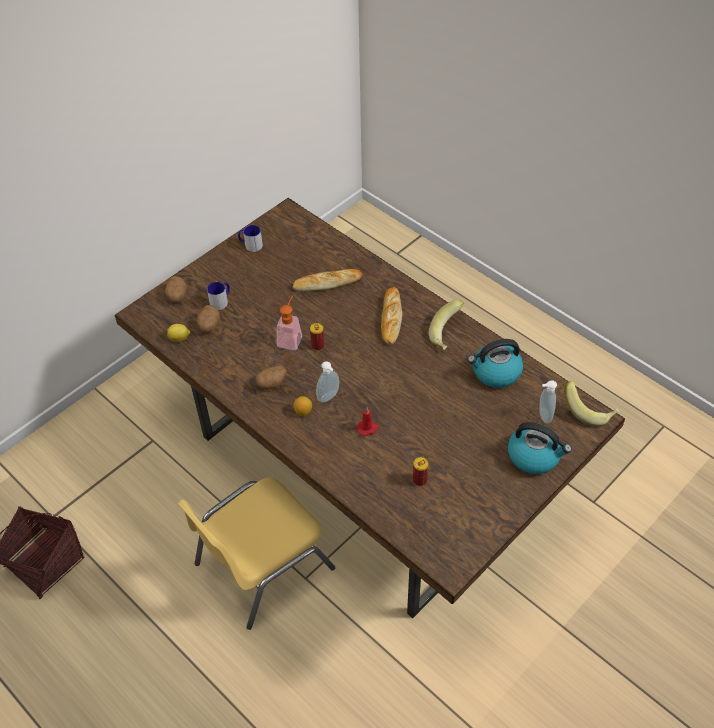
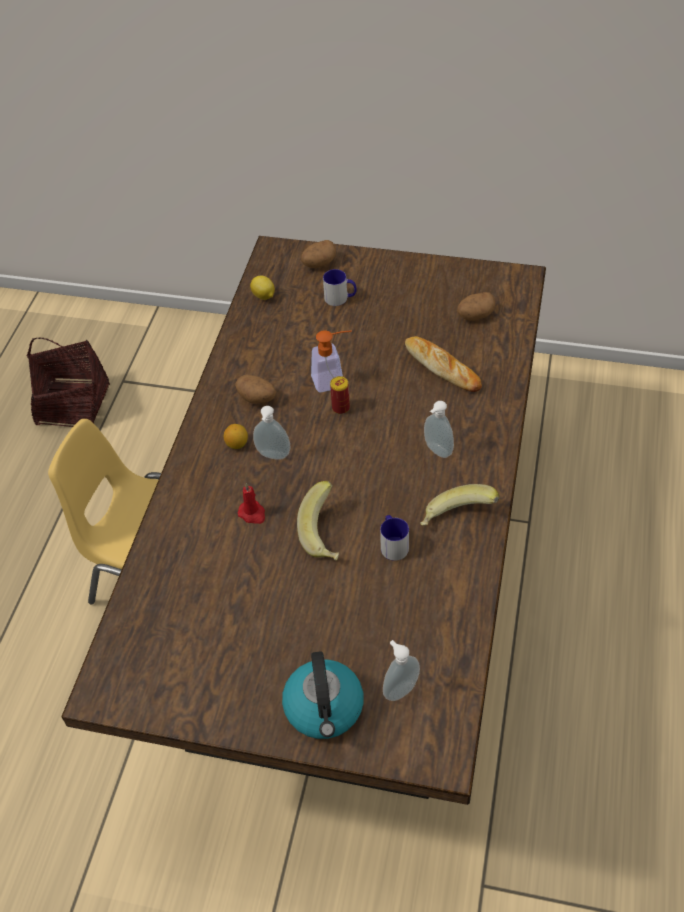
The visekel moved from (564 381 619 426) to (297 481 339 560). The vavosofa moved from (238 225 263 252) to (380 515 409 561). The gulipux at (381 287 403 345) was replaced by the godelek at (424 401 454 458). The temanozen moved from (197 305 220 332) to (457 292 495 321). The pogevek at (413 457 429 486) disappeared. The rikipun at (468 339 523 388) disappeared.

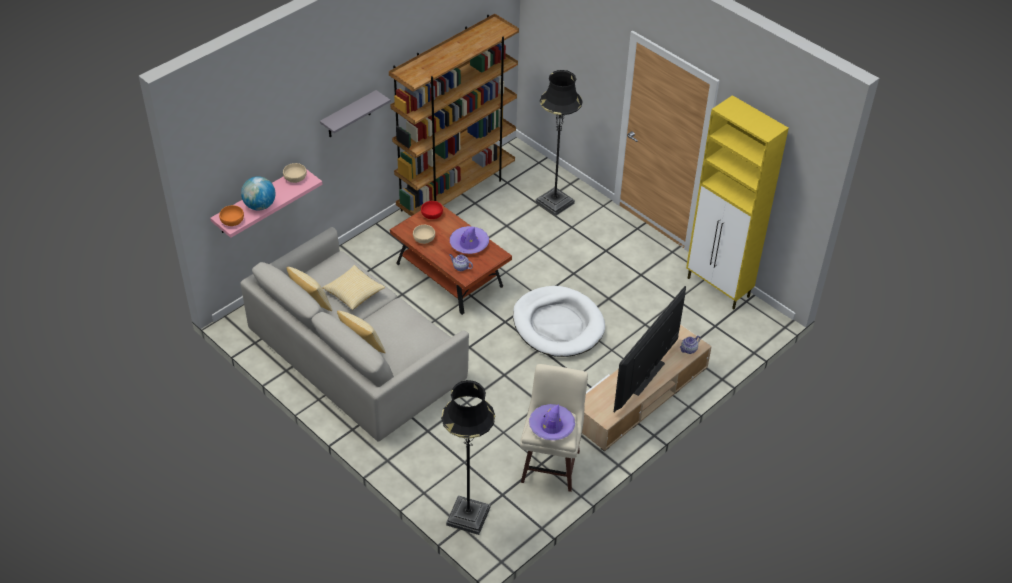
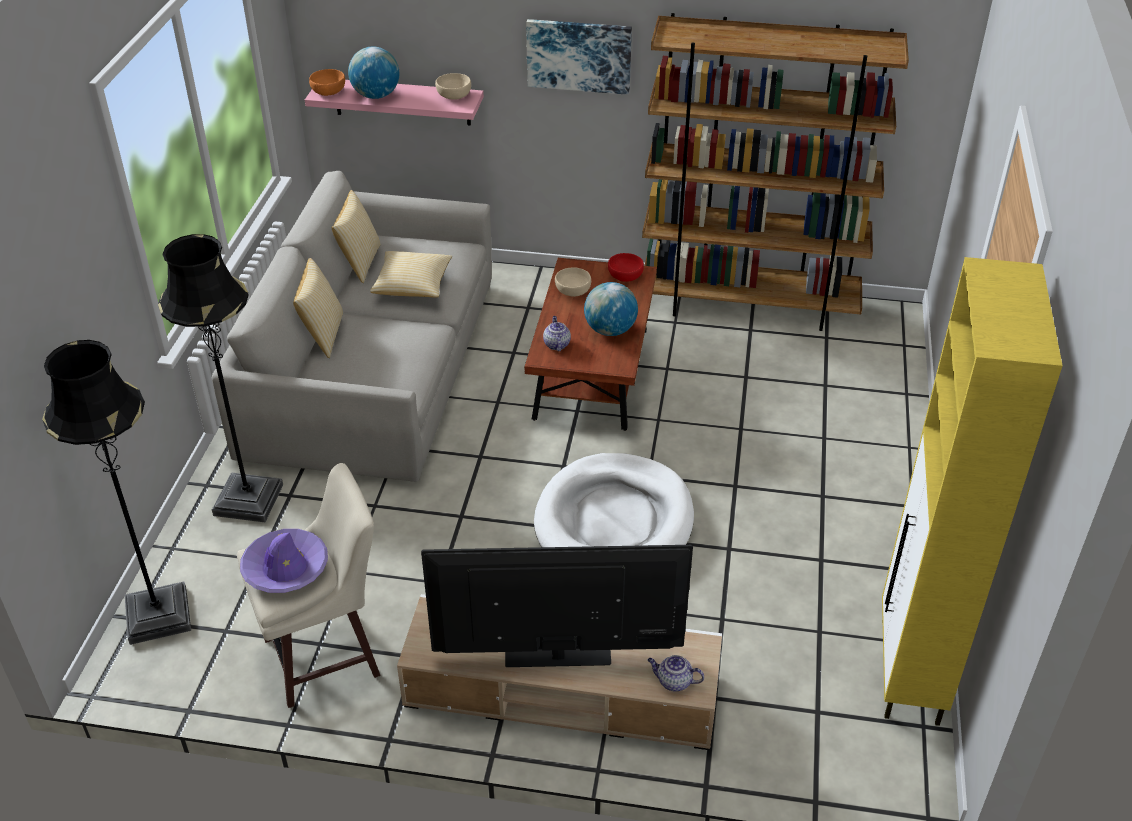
The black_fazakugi moved from (535 70 583 216) to (158 234 283 522). The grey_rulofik at (320 90 391 137) was replaced by the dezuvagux at (526 19 632 95). The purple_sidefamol at (450 226 489 254) was replaced by the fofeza at (584 282 638 336).

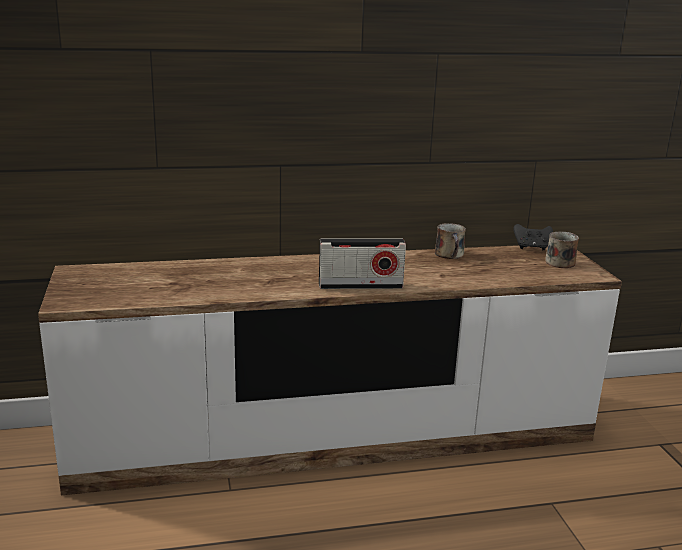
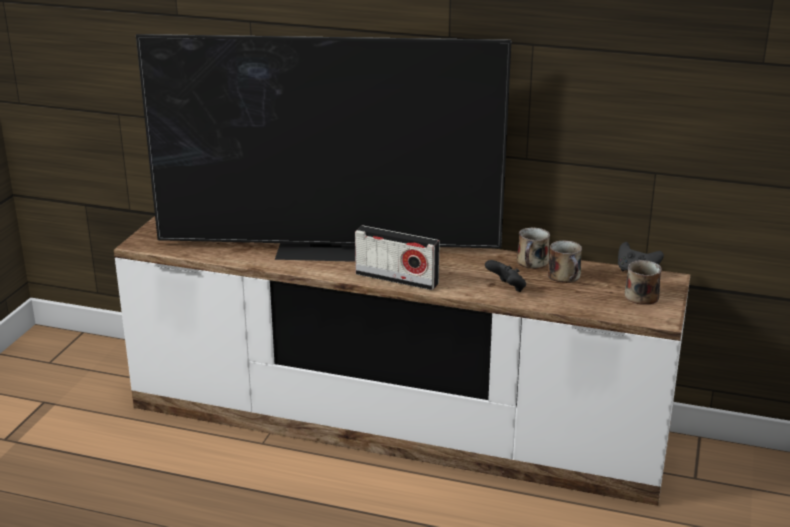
The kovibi at (136 34 511 262) appeared. The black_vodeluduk at (485 260 526 292) appeared. The vavosofa at (548 240 582 283) appeared.

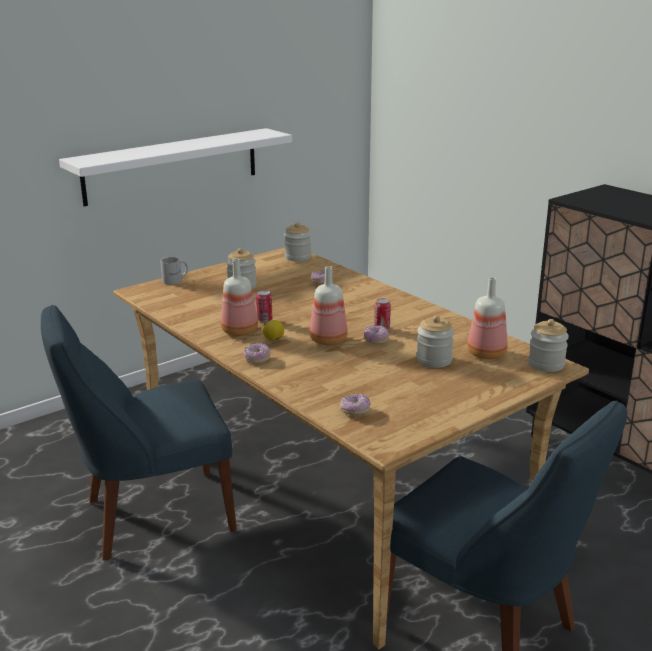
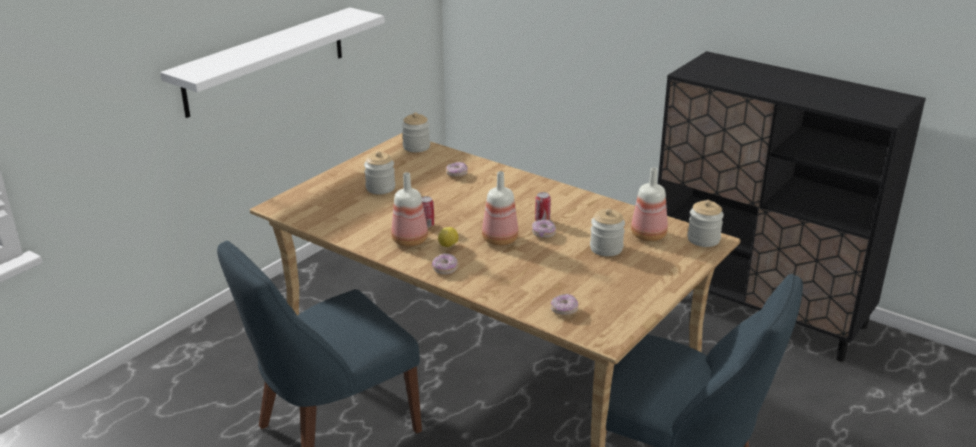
The white_vavosofa at (161 257 188 285) disappeared.

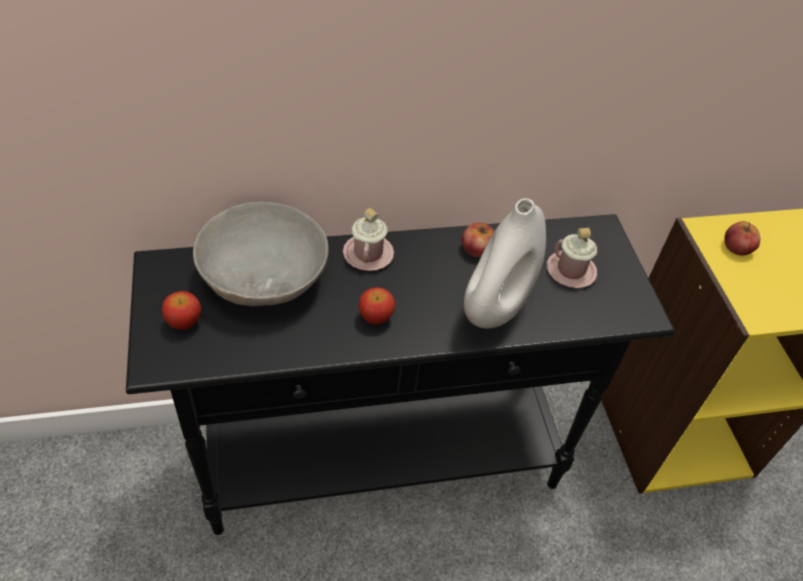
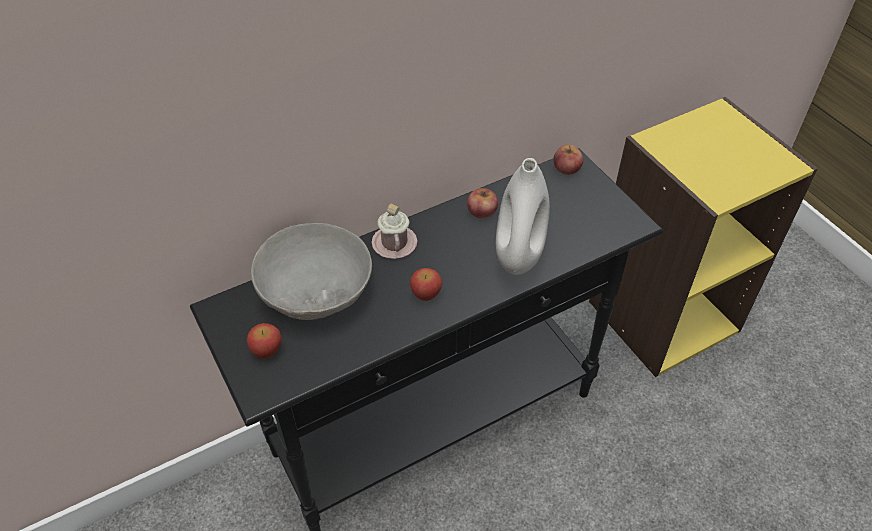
The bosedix moved from (724 221 760 256) to (553 145 583 175). The pink_vavosofa at (547 228 597 288) disappeared.

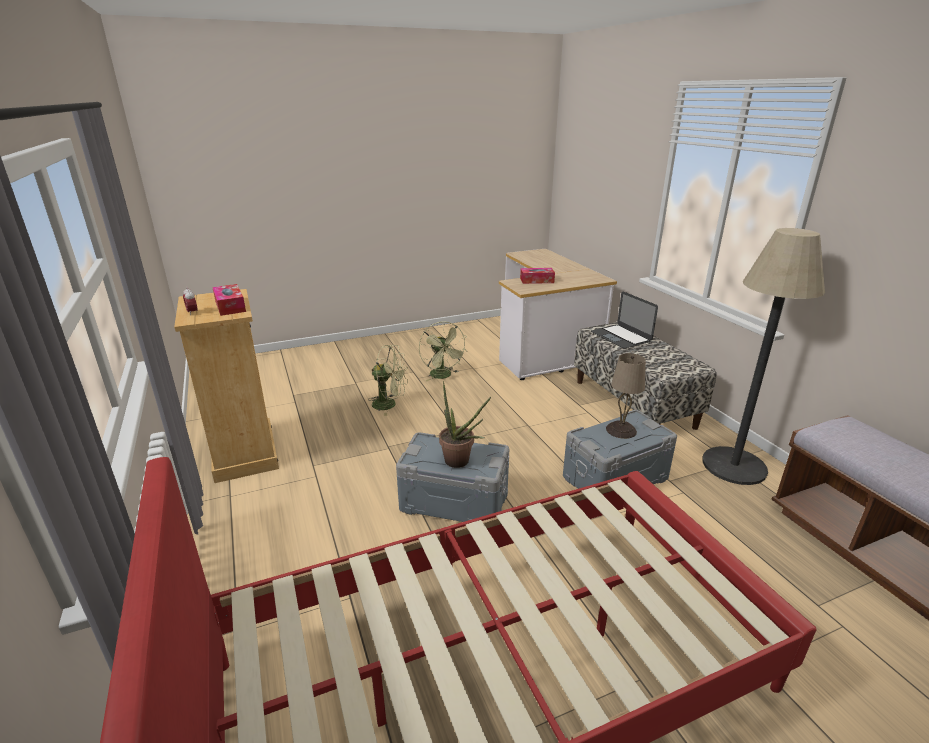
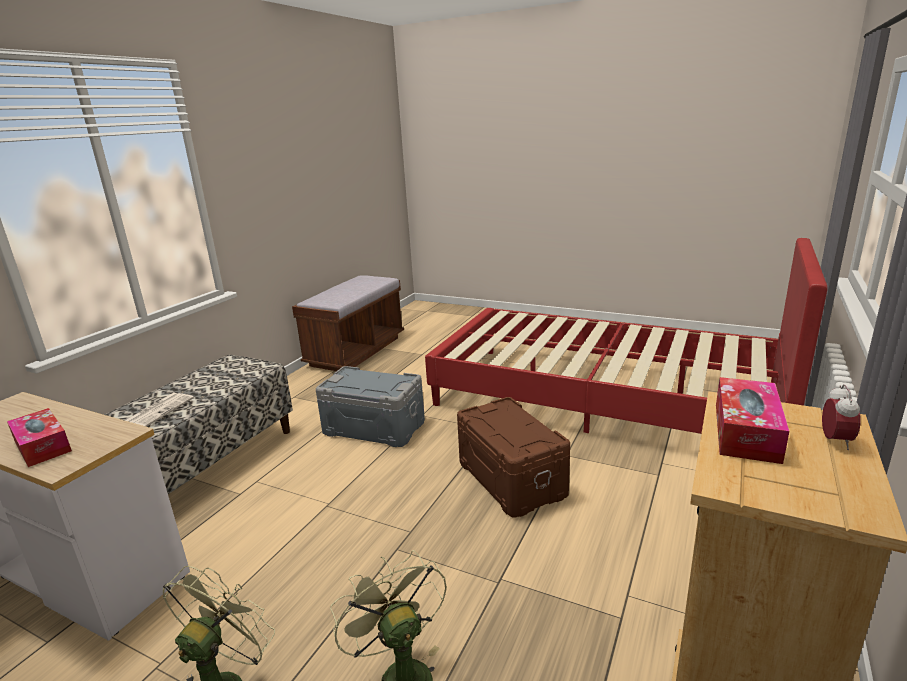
The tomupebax at (591 291 658 349) was replaced by the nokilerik at (125 393 194 427). The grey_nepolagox at (396 432 509 522) became the brown_nepolagox at (457 397 570 518). The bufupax at (439 381 491 468) disappeared. The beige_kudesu at (606 353 646 439) disappeared. The fazakugi at (702 228 825 485) disappeared.

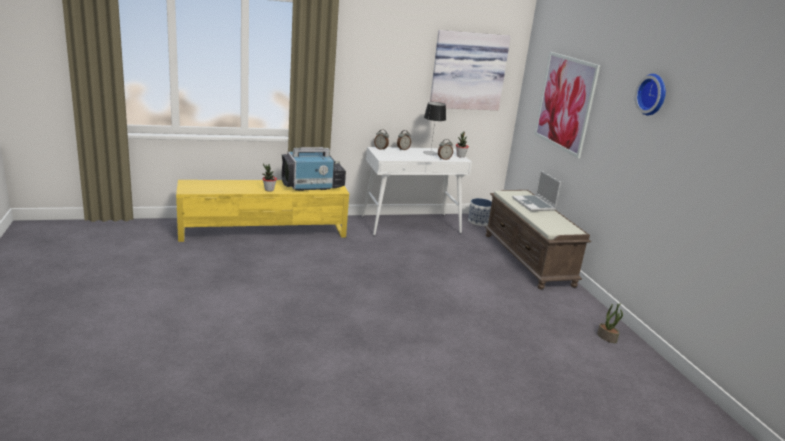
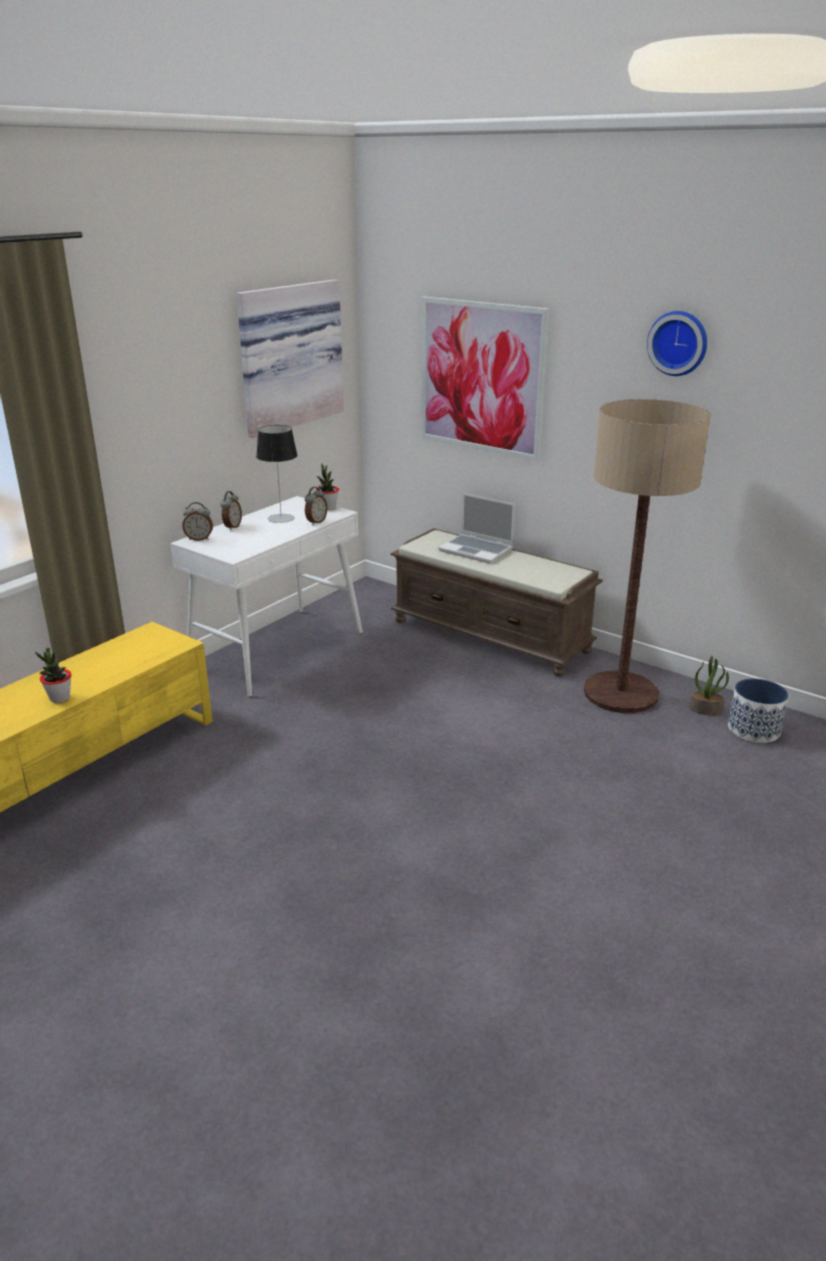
The fazakugi at (584 399 711 713) appeared. The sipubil moved from (468 198 492 226) to (728 678 789 743). The kovibi at (281 147 346 191) disappeared.

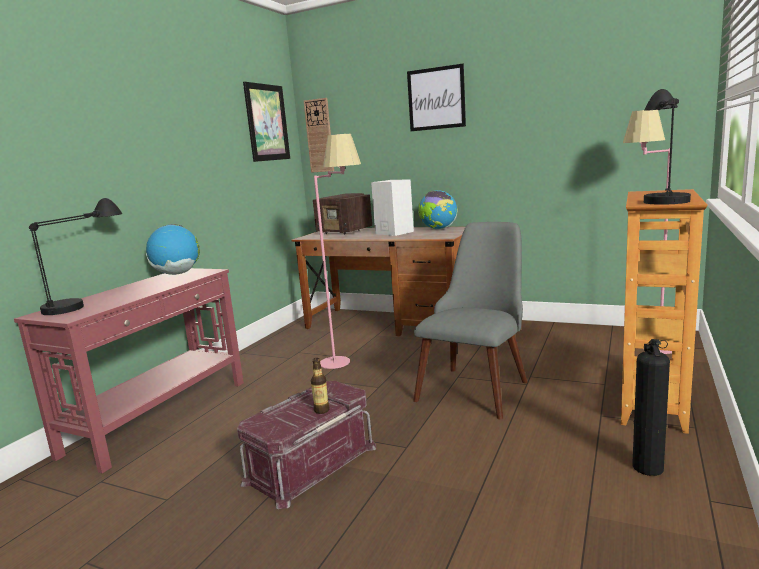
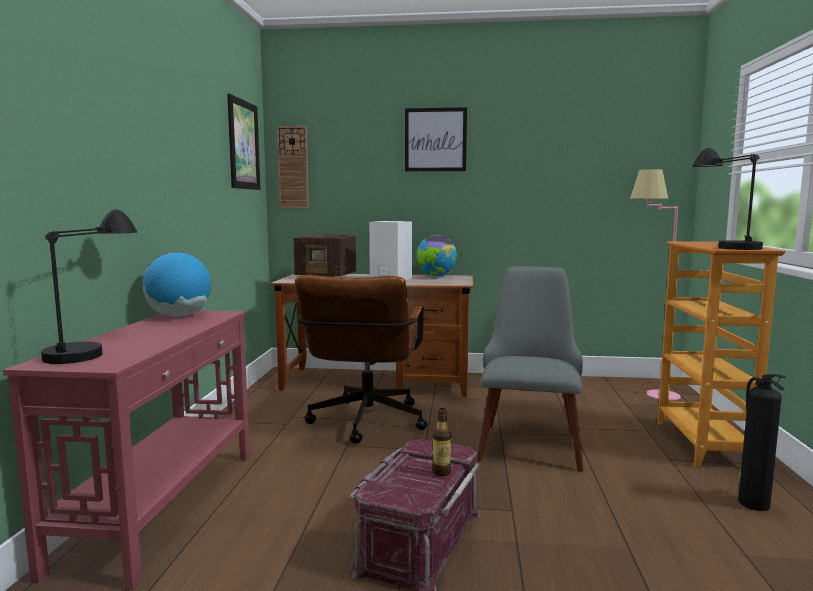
The pink_fazakugi at (314 134 361 369) was replaced by the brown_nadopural at (295 274 427 444).

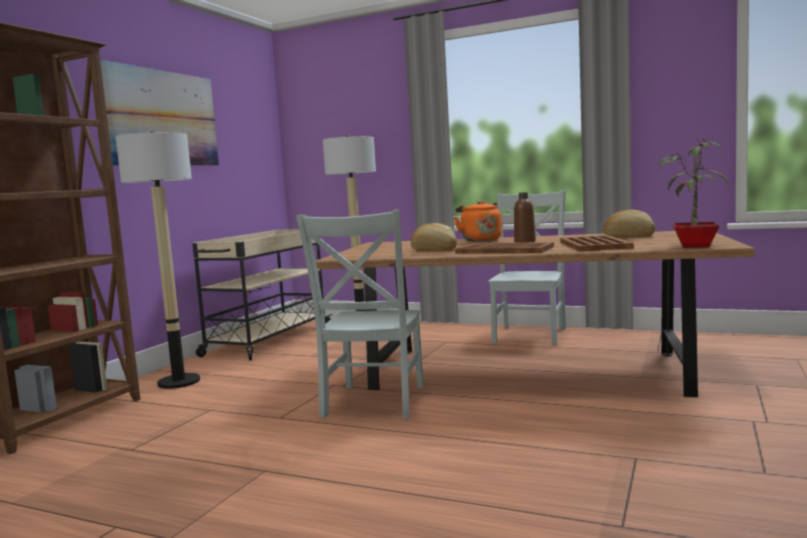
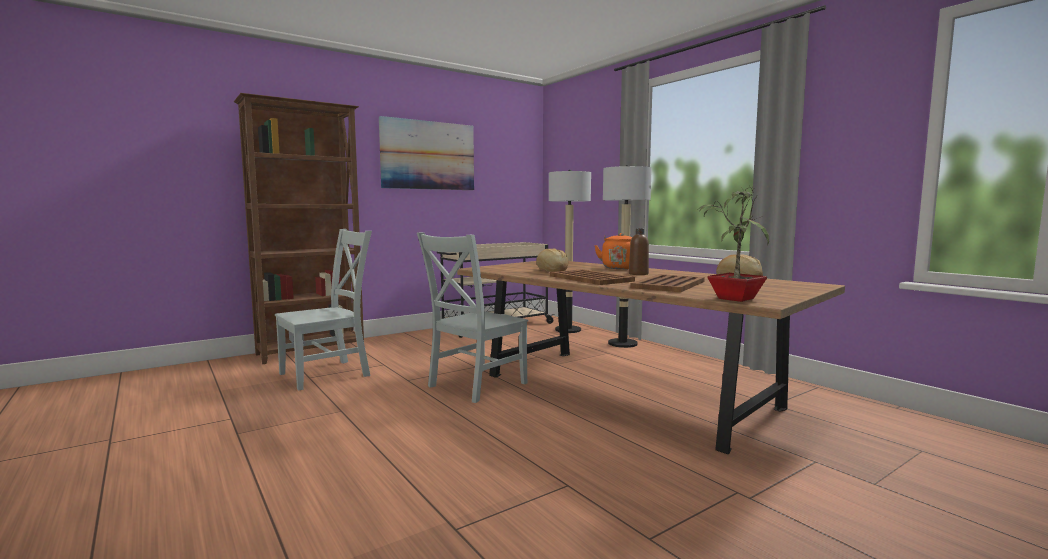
The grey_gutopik moved from (488 190 566 345) to (275 229 372 391). The fazakugi moved from (116 131 200 389) to (603 165 652 348).

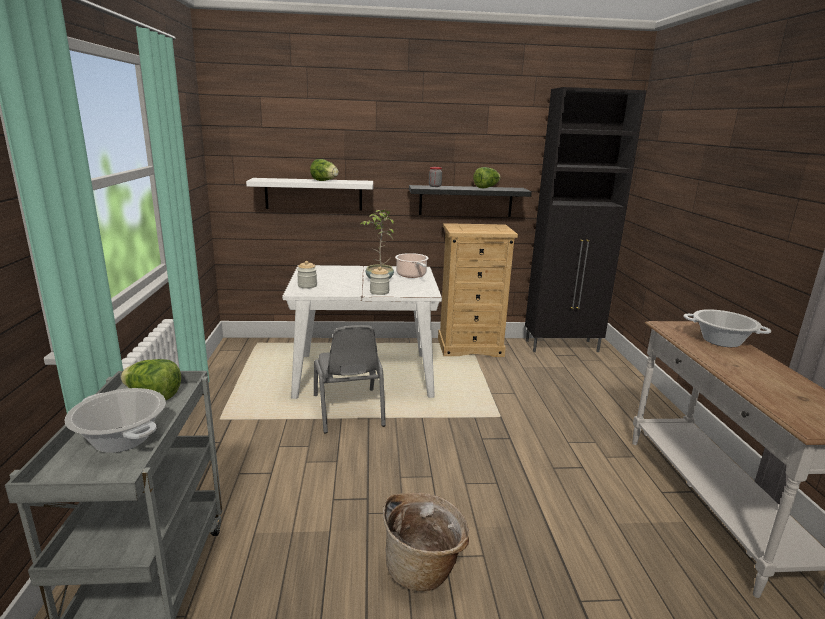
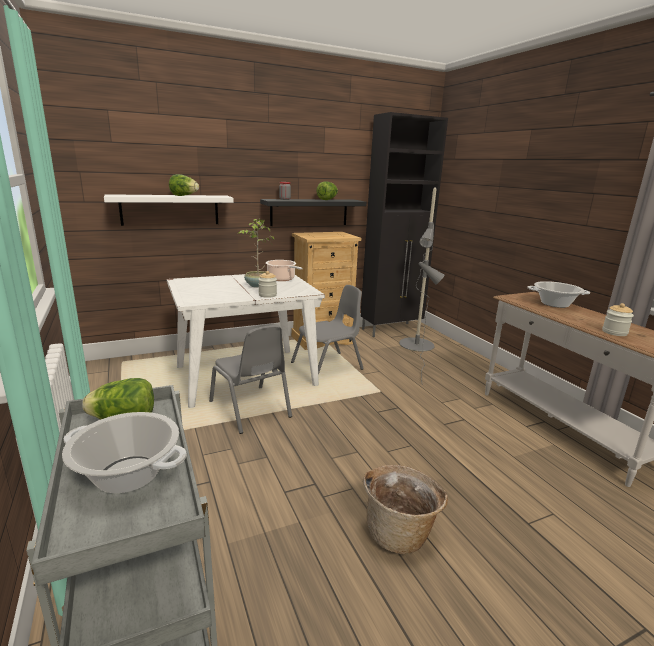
The grey_gutopik at (291 285 364 375) appeared. The grey_fazakugi at (399 188 444 385) appeared. The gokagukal moved from (297 261 317 289) to (602 303 634 336).

